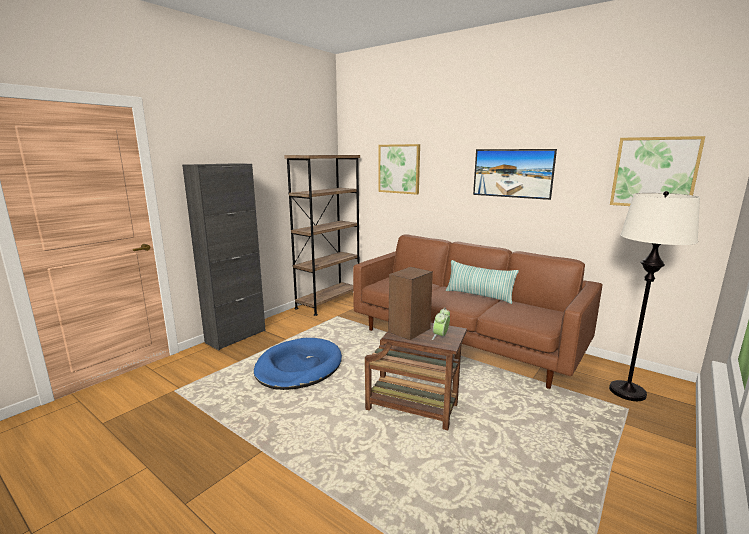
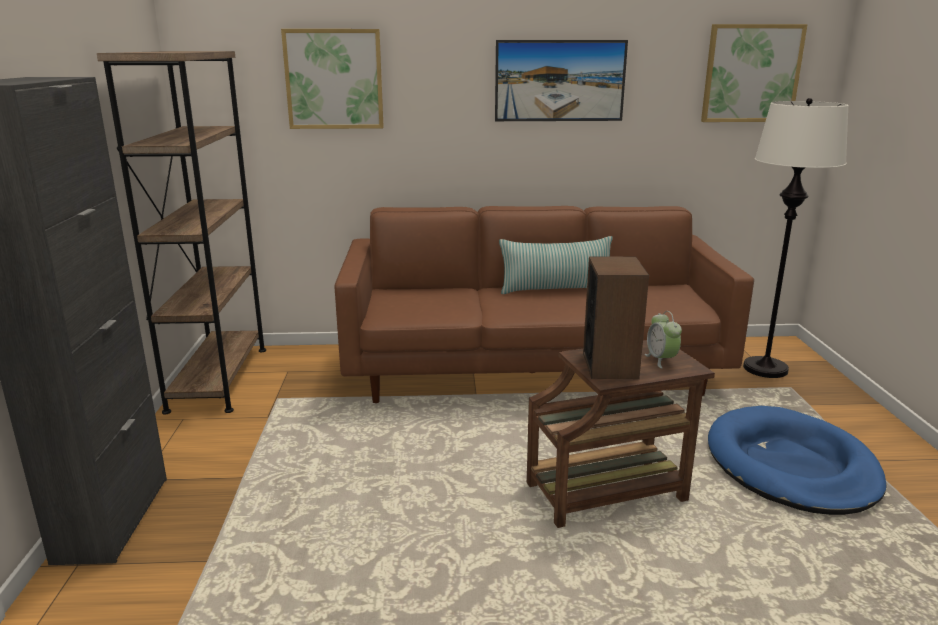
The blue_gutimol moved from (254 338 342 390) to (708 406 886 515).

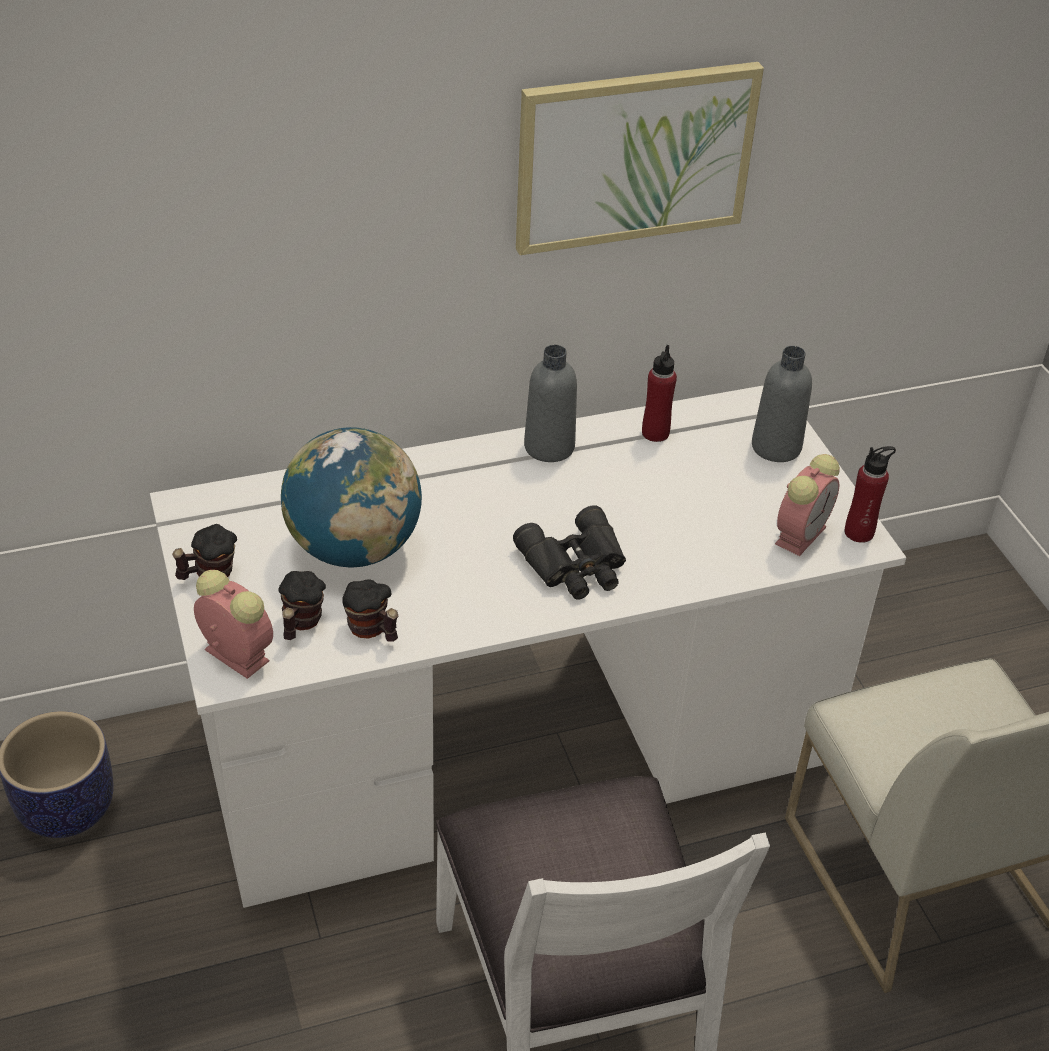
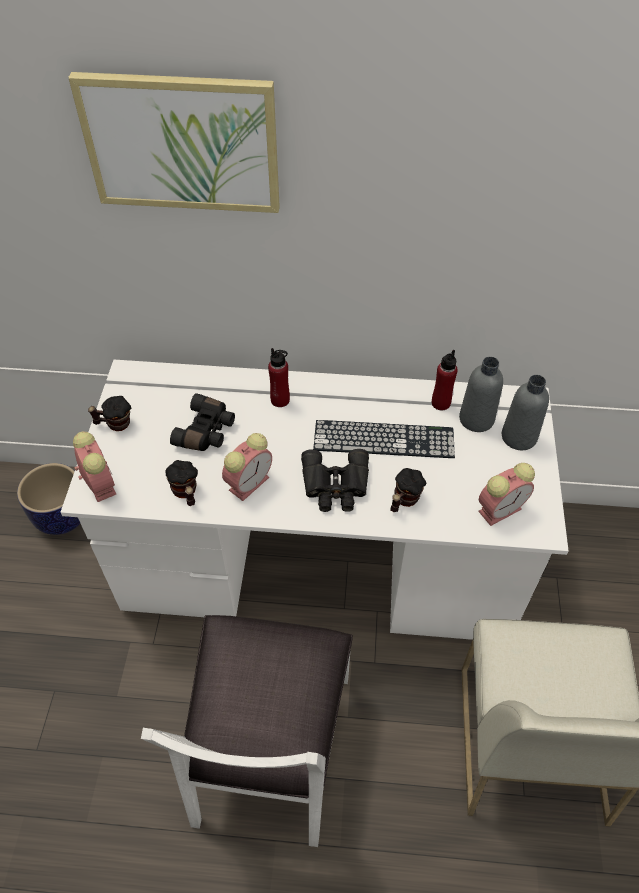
The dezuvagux moved from (516 62 764 255) to (68 72 280 213). The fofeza at (281 427 422 567) was replaced by the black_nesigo at (170 393 235 451). The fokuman at (222 433 272 501) appeared. The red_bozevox moved from (845 446 896 543) to (268 348 290 407). The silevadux at (313 420 455 458) appeared. The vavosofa moved from (278 571 326 640) to (390 468 426 512). The grey_bozevox moved from (524 345 577 462) to (459 357 503 432).

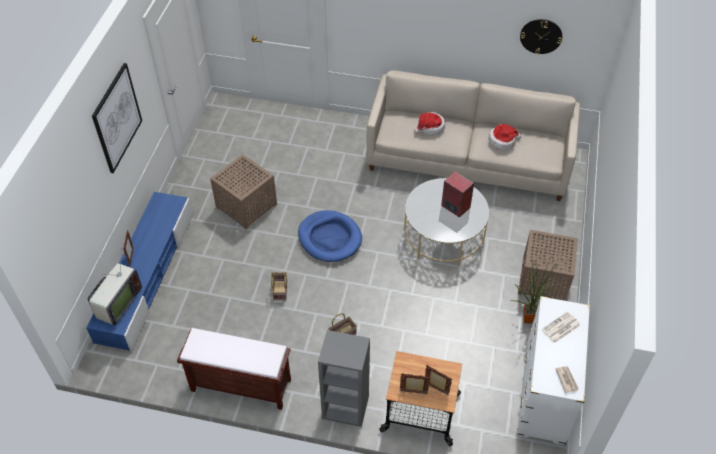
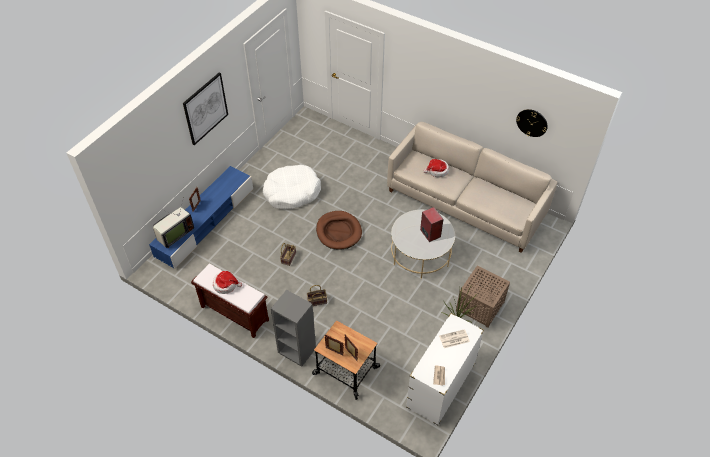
The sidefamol moved from (488 124 521 150) to (213 271 242 294). The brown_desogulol at (210 154 277 229) was replaced by the white_gutimol at (263 165 321 209). The blue_gutimol at (298 210 362 262) became the brown_gutimol at (316 211 362 250).

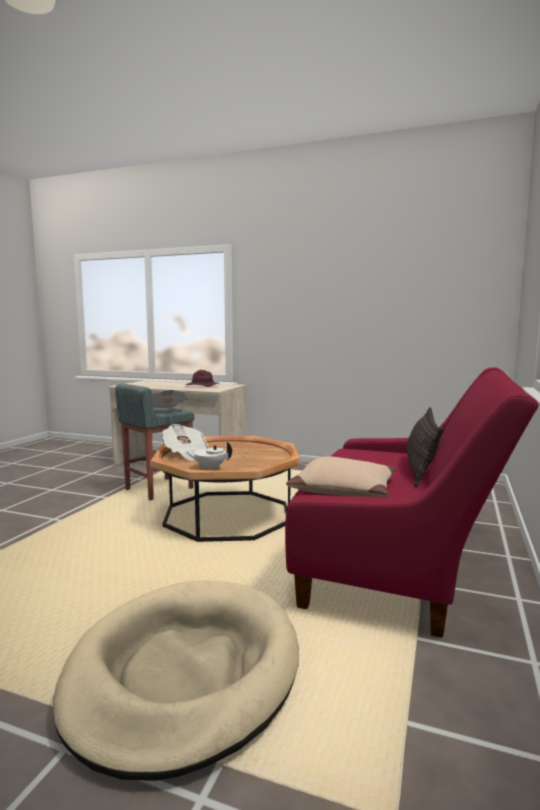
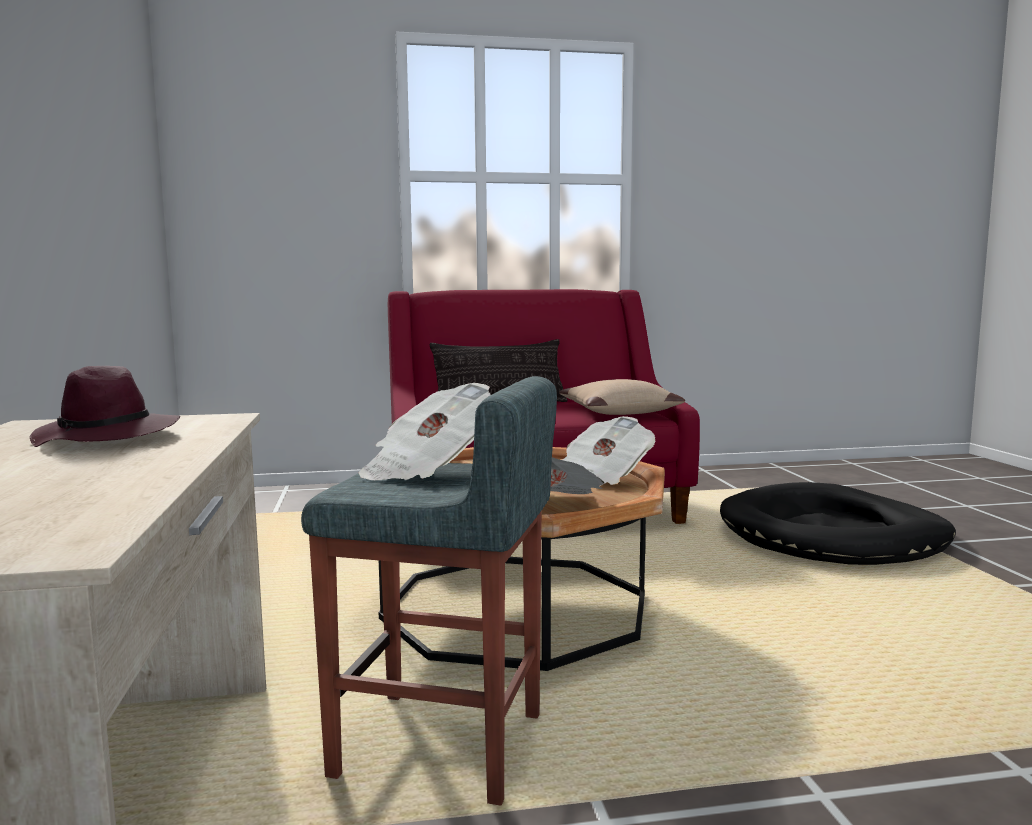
The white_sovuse at (186 442 232 470) was replaced by the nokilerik at (562 416 655 486). The beige_gutimol at (53 580 299 781) became the black_gutimol at (720 482 956 565).

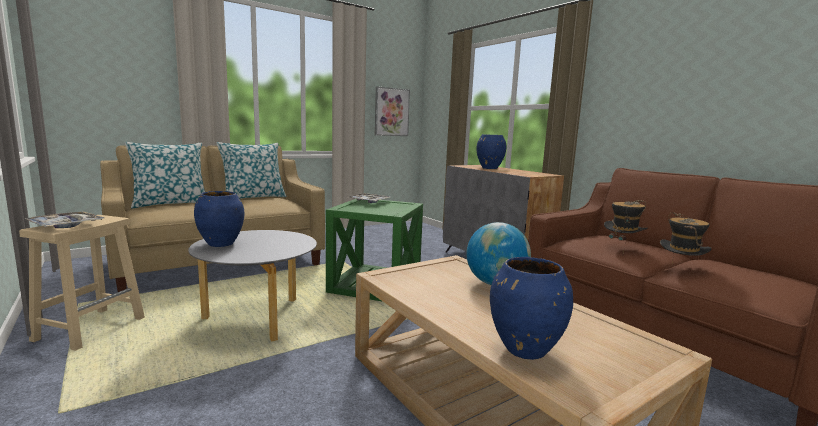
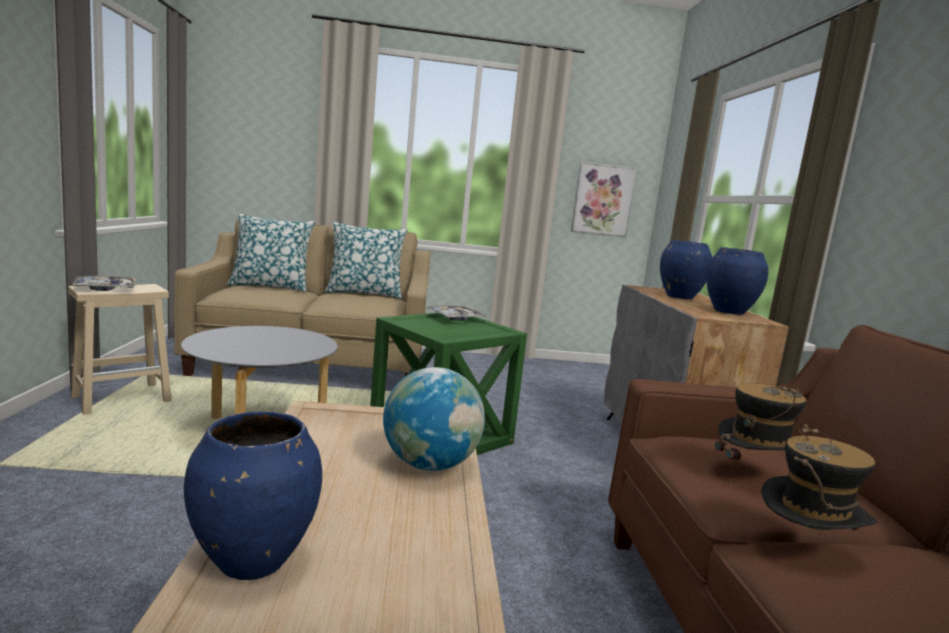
The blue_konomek moved from (194 191 244 247) to (707 247 768 315).

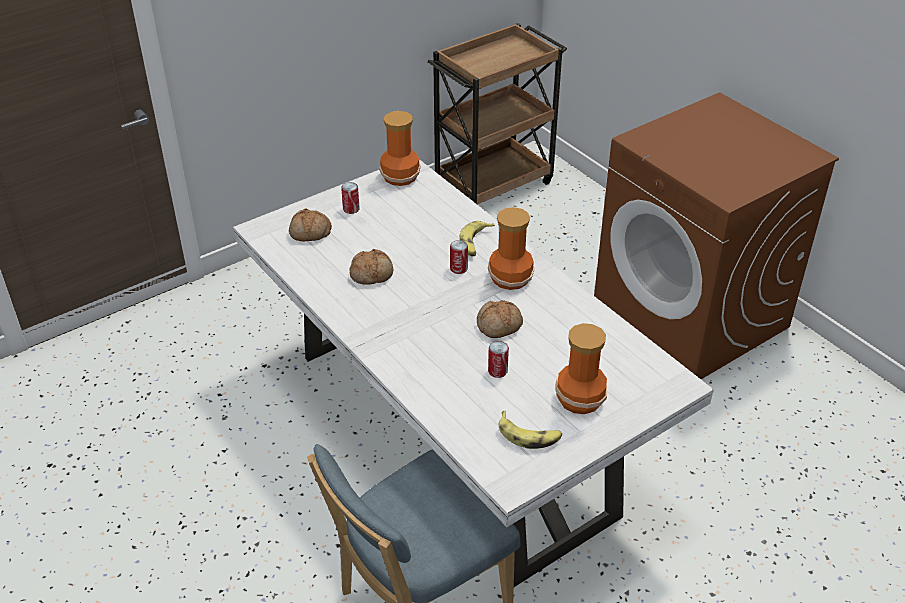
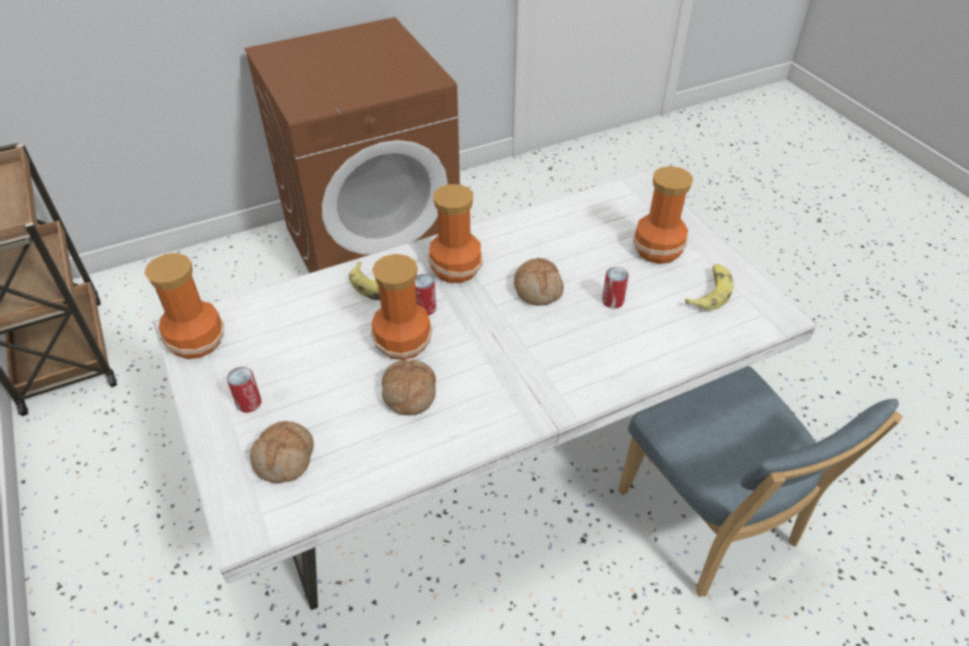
The konomek at (371 254 432 360) appeared.

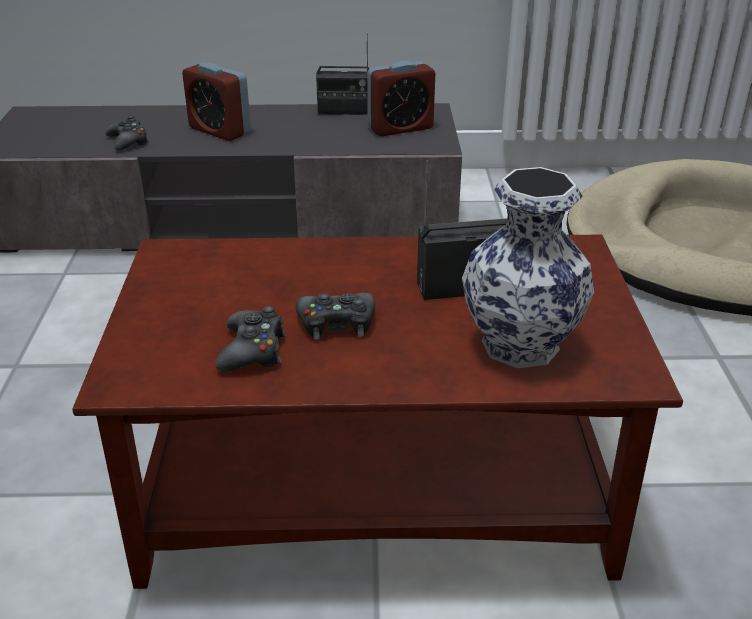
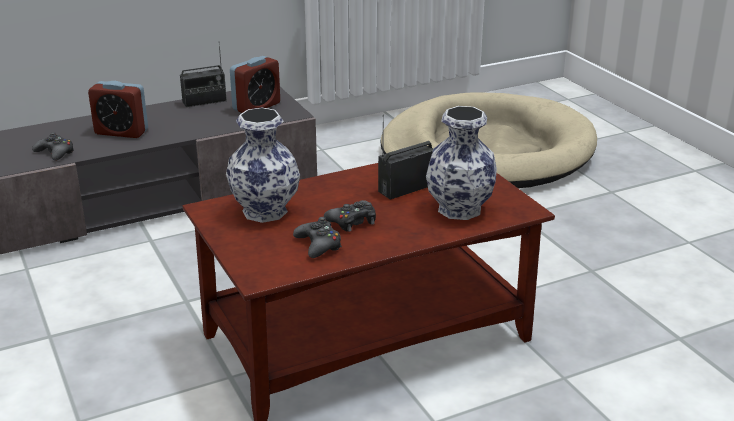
The konomek at (226 108 300 223) appeared.

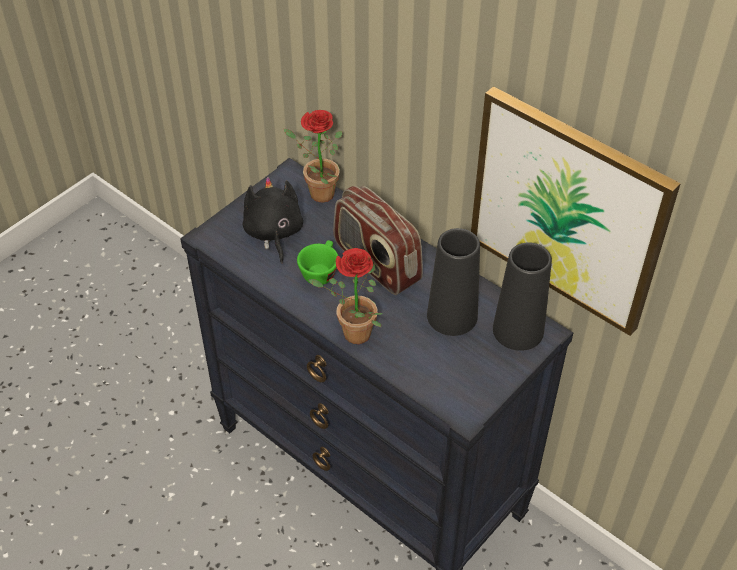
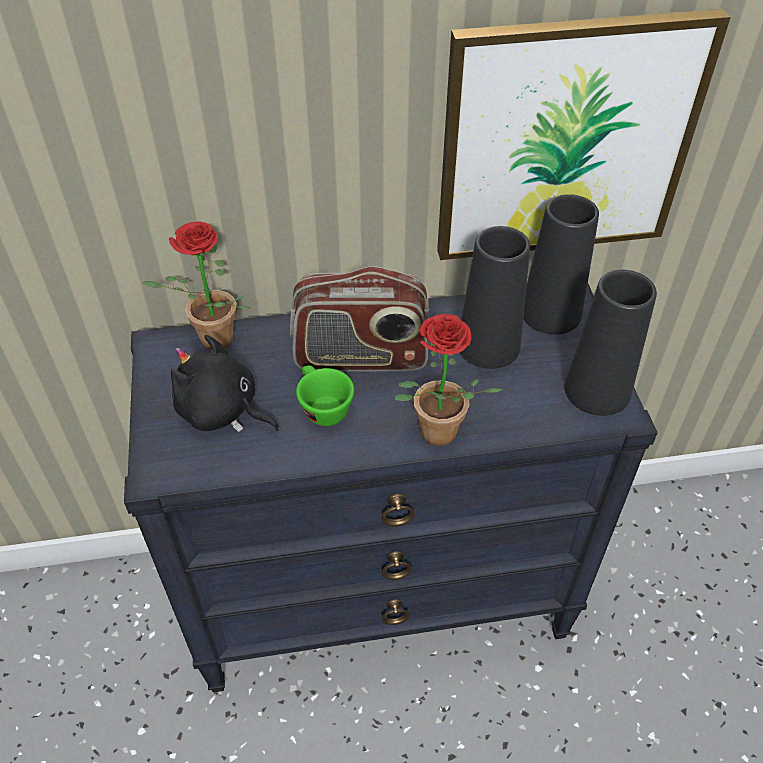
The black_konomek at (564 270 657 416) appeared.

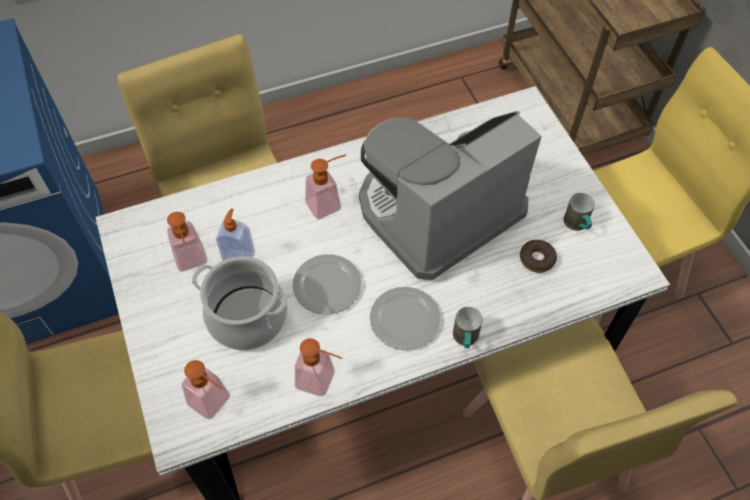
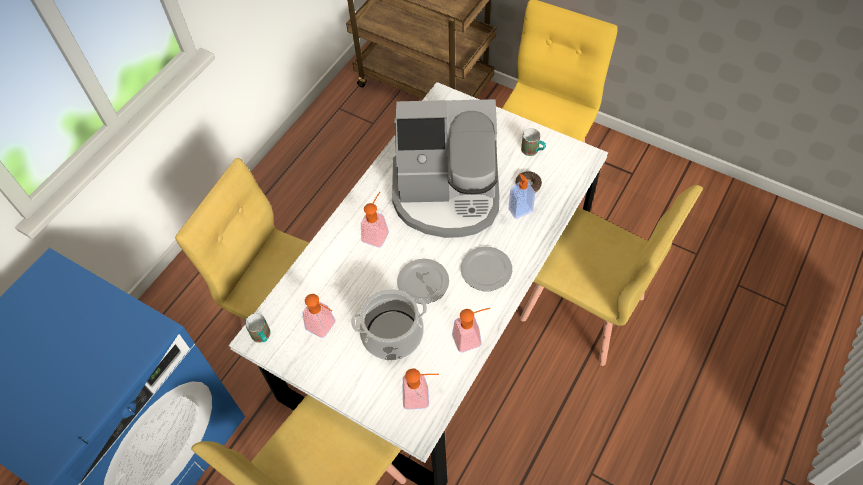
The vavosofa moved from (453 307 483 348) to (245 313 271 343). The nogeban at (359 111 542 280) turned 105 degrees counterclockwise. The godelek moved from (216 209 255 261) to (509 173 535 219).

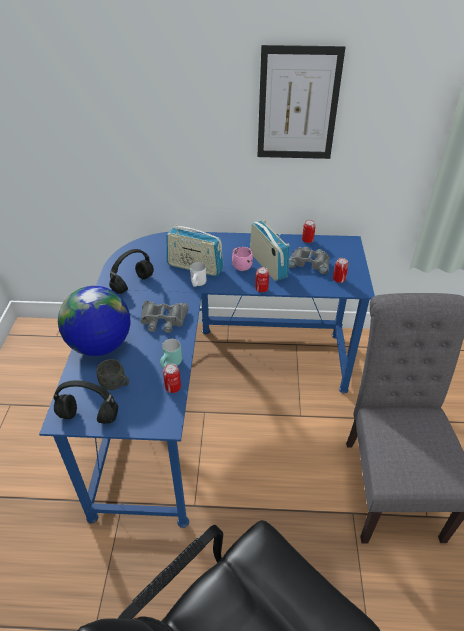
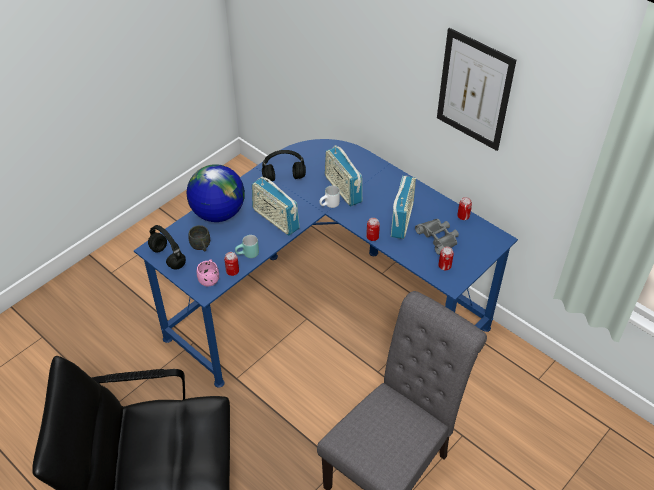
The pink_vavosofa moved from (232 247 253 271) to (197 259 219 286). The grey_nesigo at (140 301 189 333) was replaced by the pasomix at (252 177 300 235).

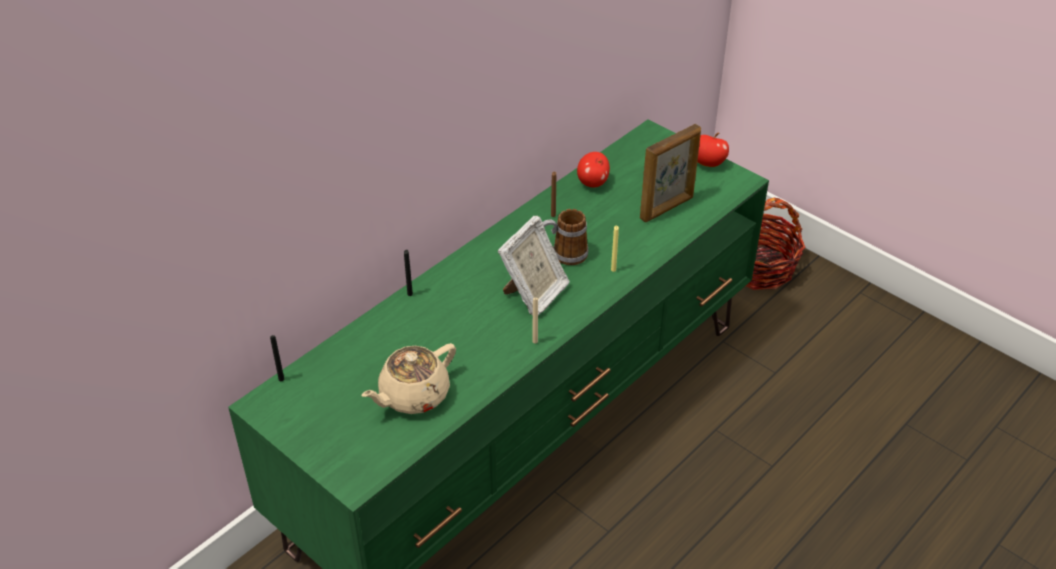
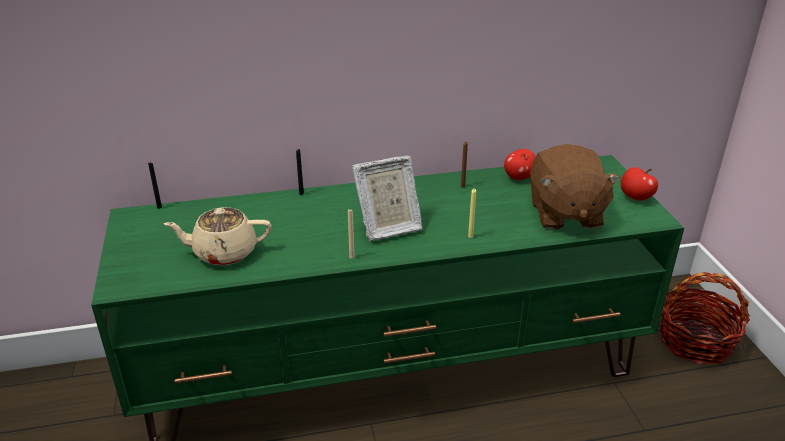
The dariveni at (640 124 701 222) was replaced by the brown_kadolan at (530 144 621 230). The vavosofa at (543 209 588 265) disappeared.

